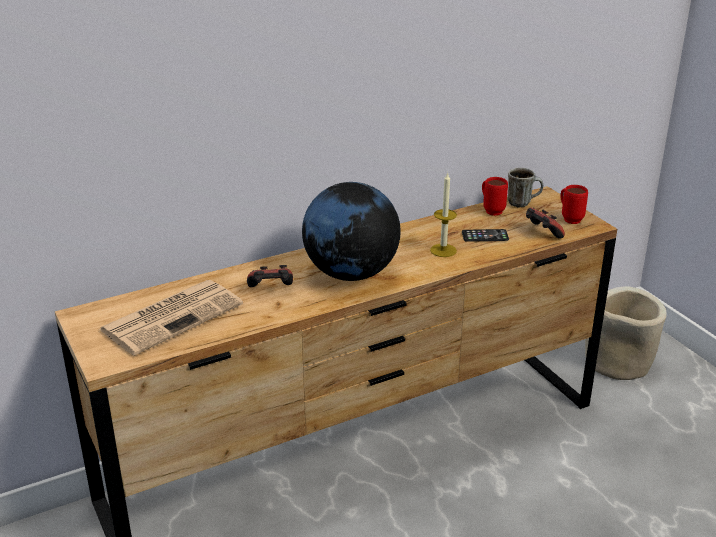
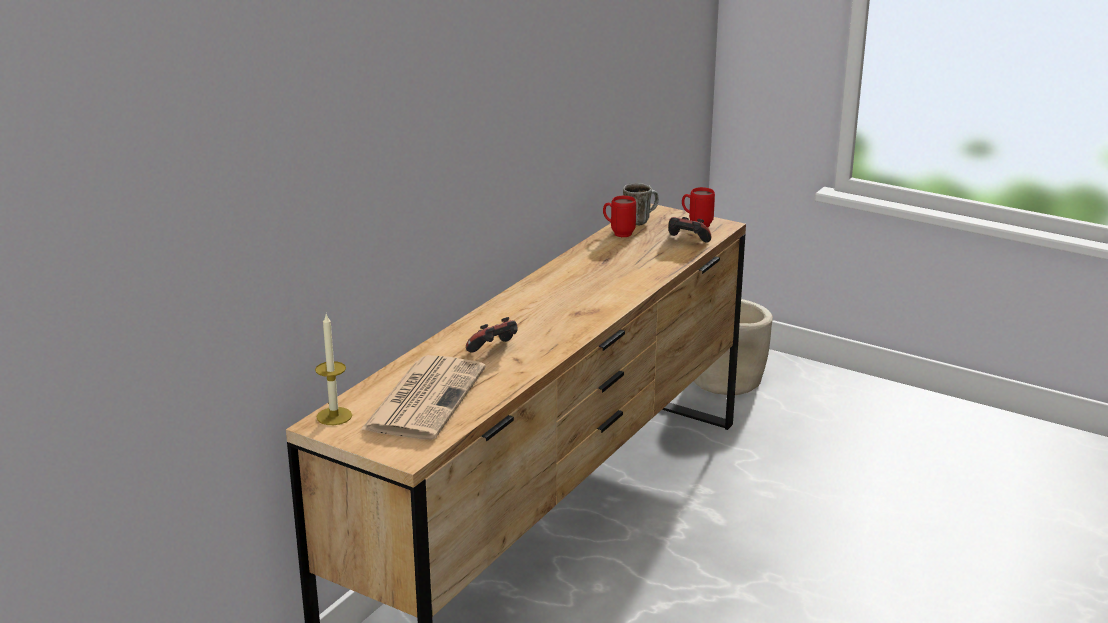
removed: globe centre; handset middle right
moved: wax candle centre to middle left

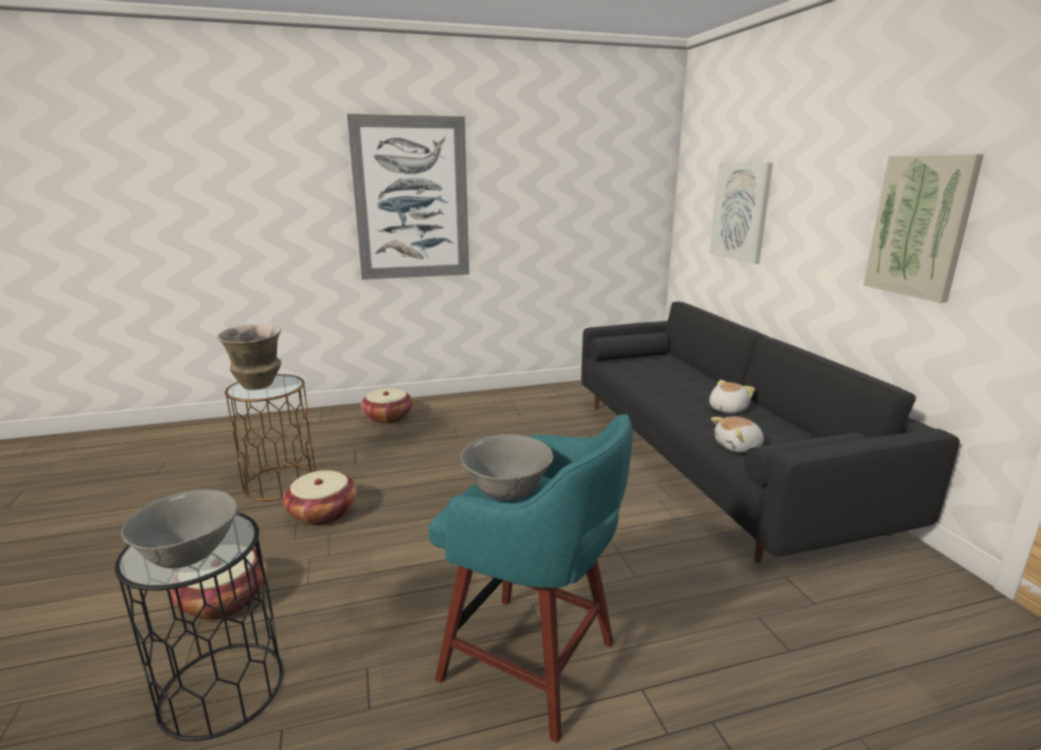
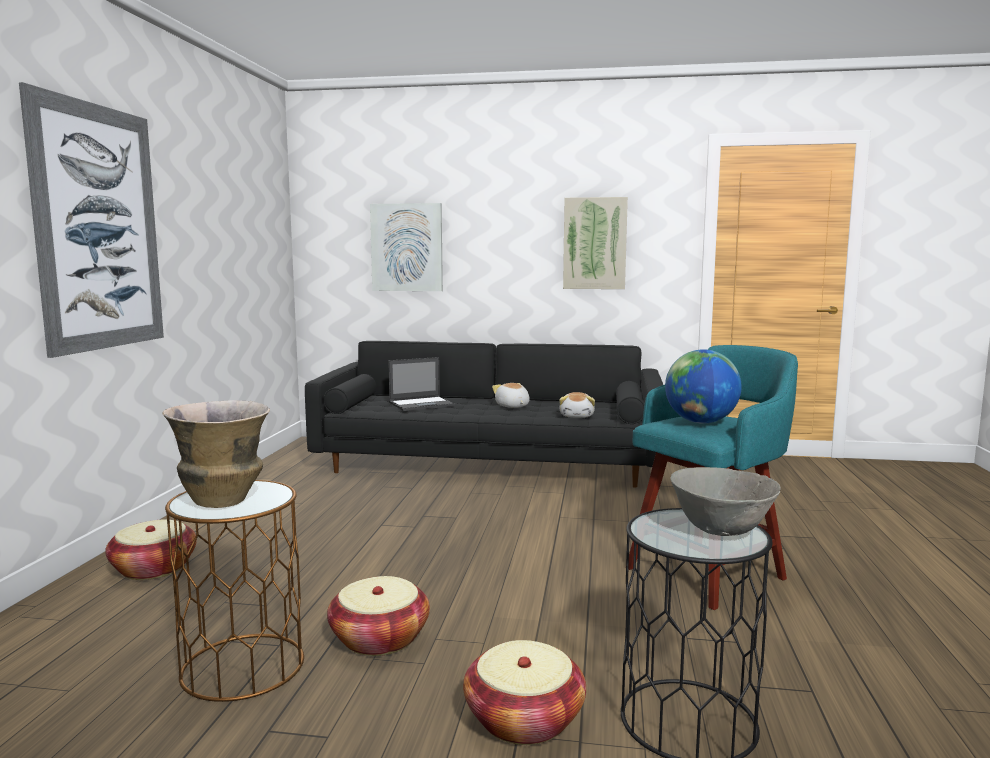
added: portable computer centre
replaced: deep dish/grey (2nd from left) centre to globe middle right

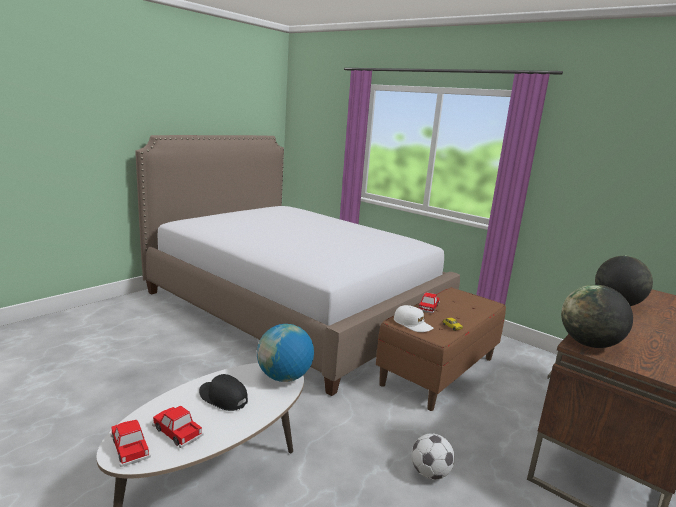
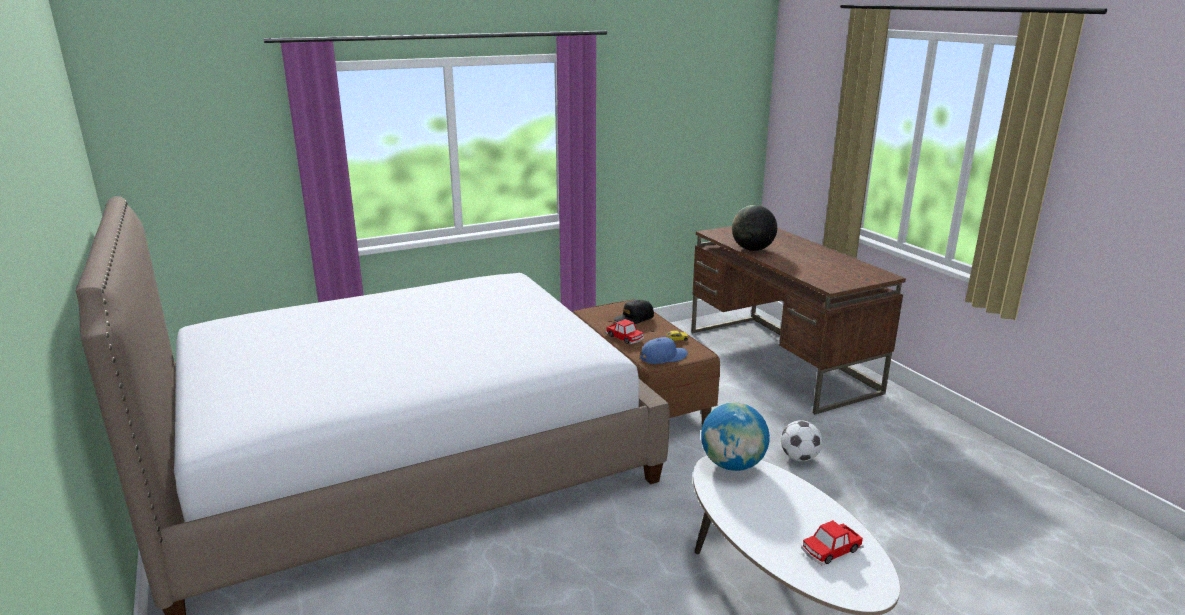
removed: globe (2nd from left) middle right; toy car (1st from left) bottom left
moved: baseball cap/black-coloured bottom left to centre
recoloured: baseball cap/white-coloured centre to baseball cap/blue centre

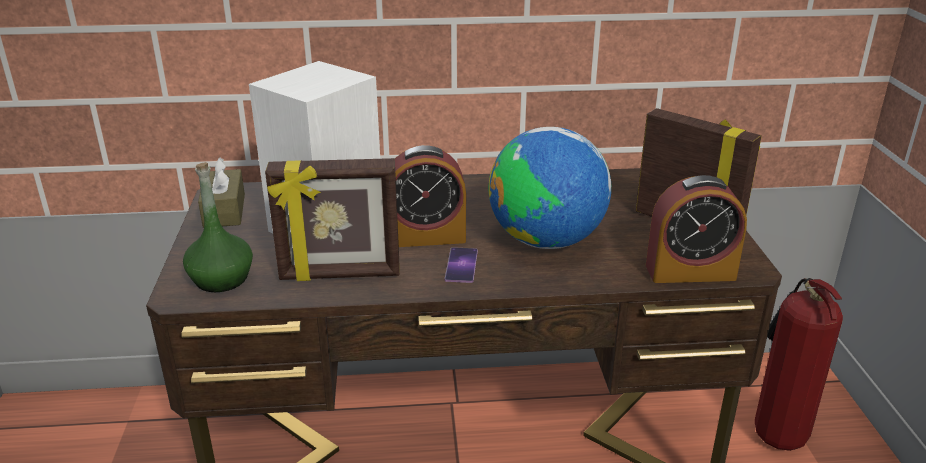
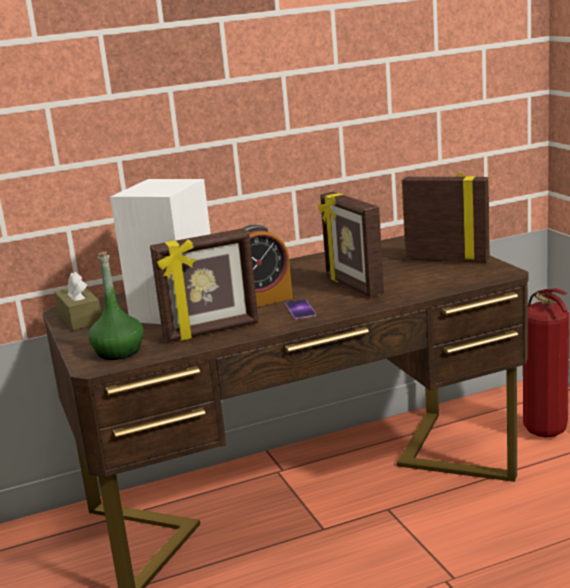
removed: bedside clock (2nd from left) middle right
replaced: globe centre to picture frame (2nd from left) centre

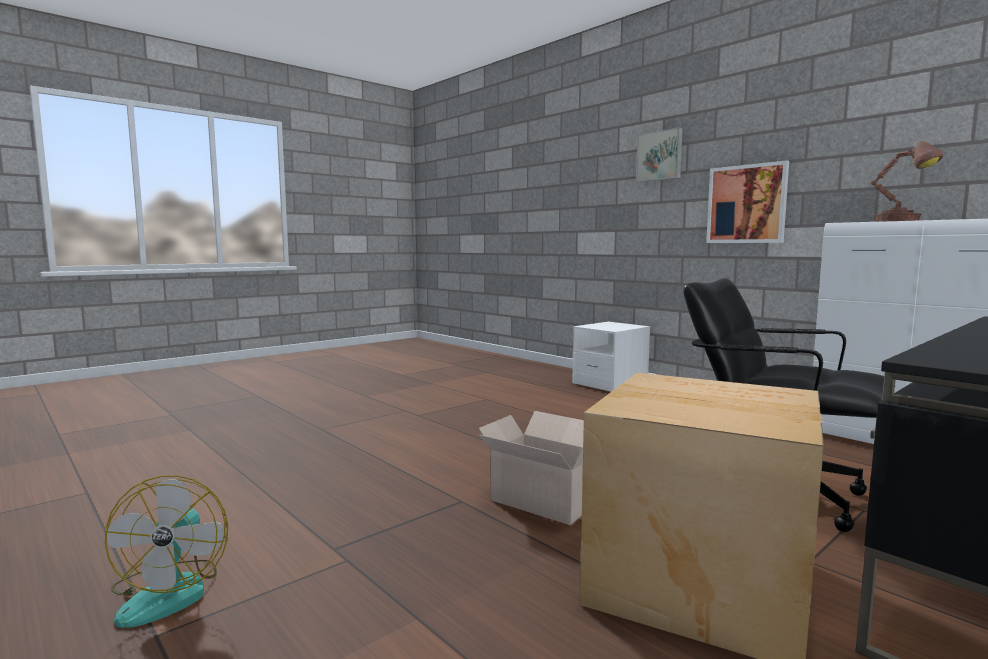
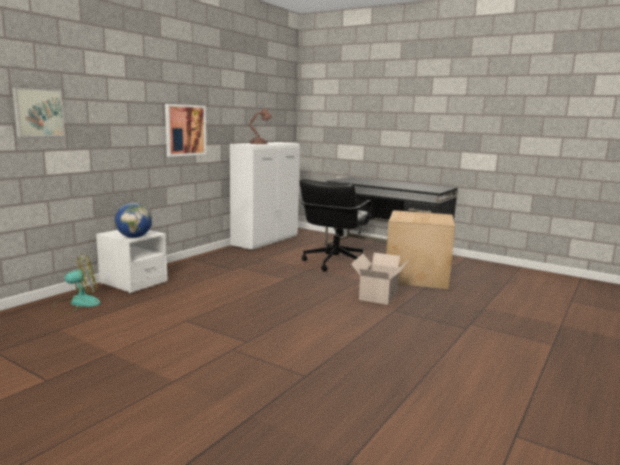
added: globe middle left
moved: wall picture (1st from left) top right to top left; fan bottom left to middle left

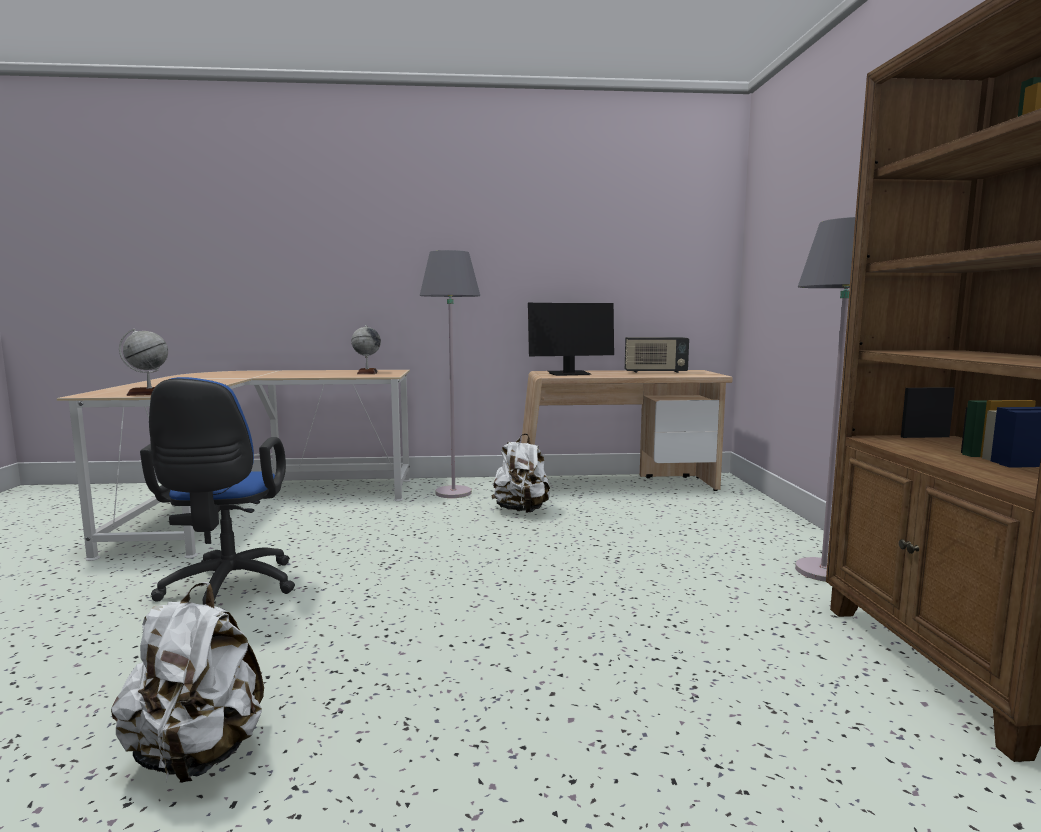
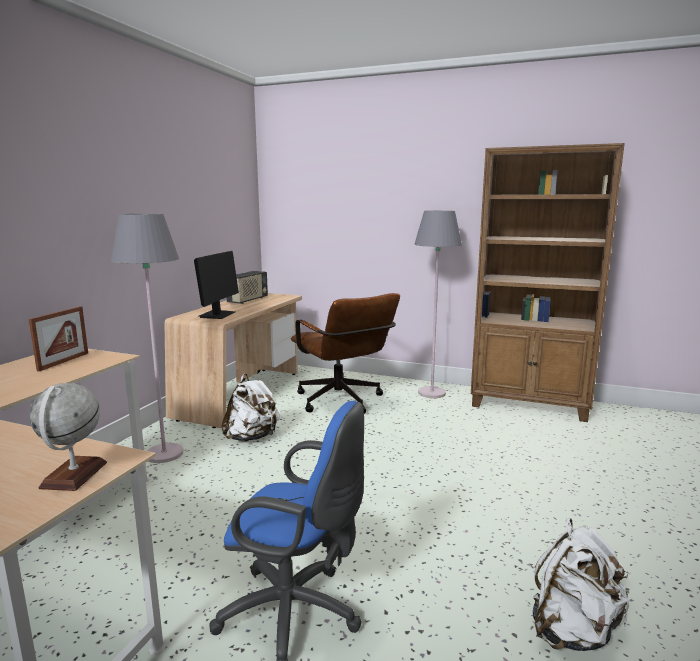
added: desk chair/brown centre
replaced: globe (2nd from left) centre to picture frame middle left

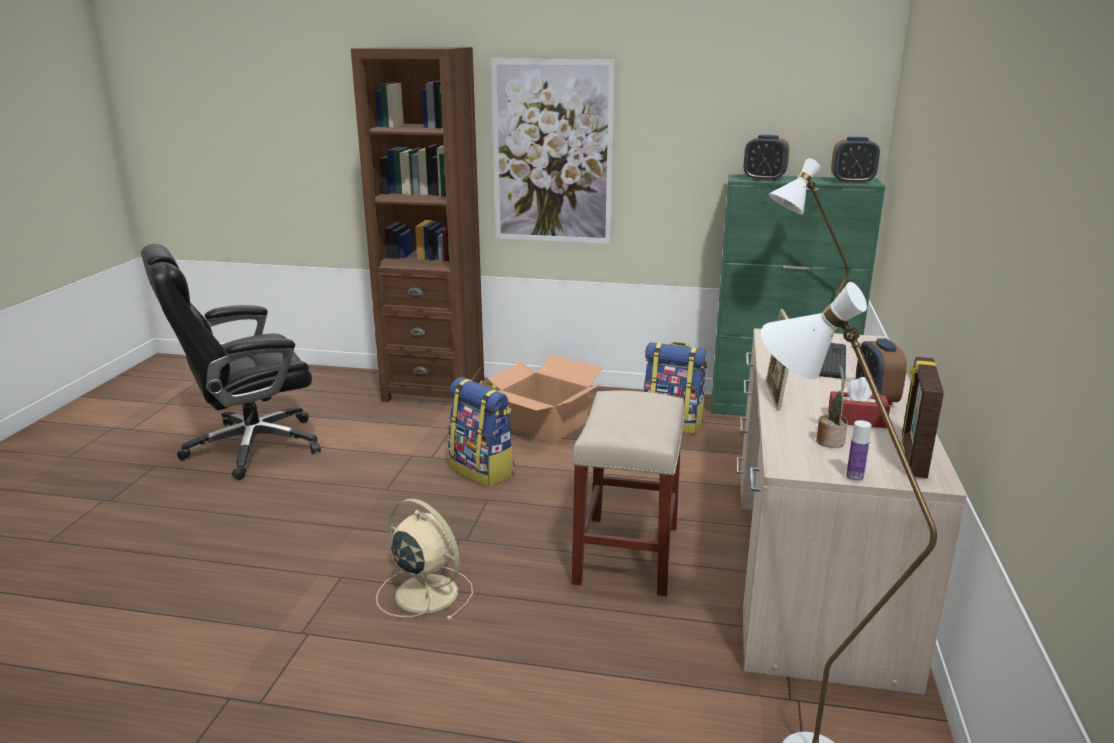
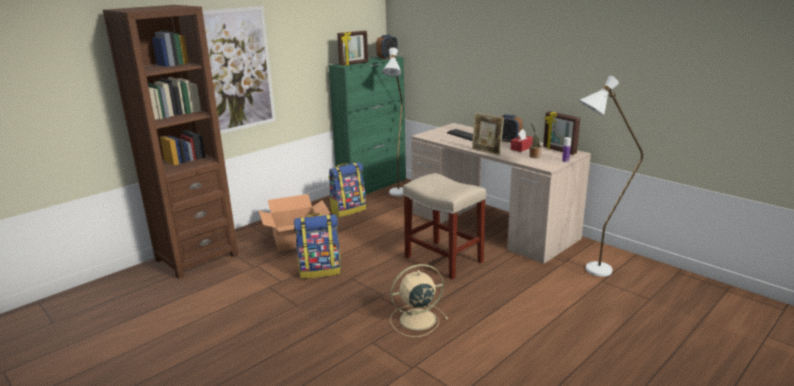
removed: desk chair/black-coloured middle left
replaced: bedside clock (1st from left) top right to picture frame (1st from left) top centre

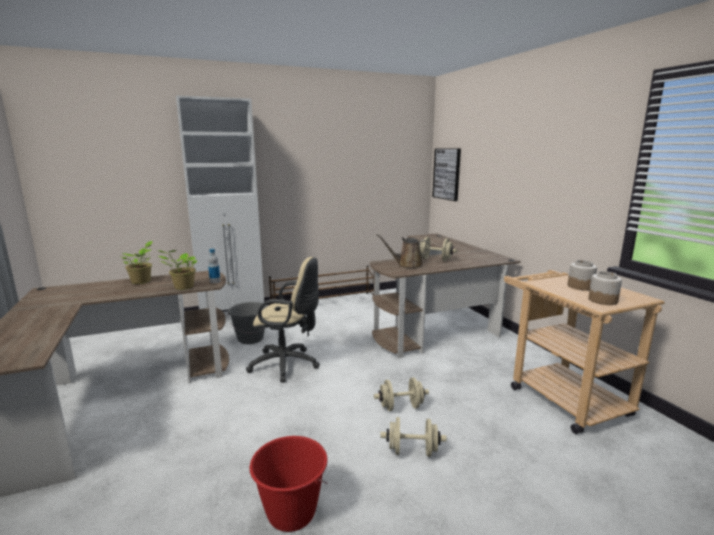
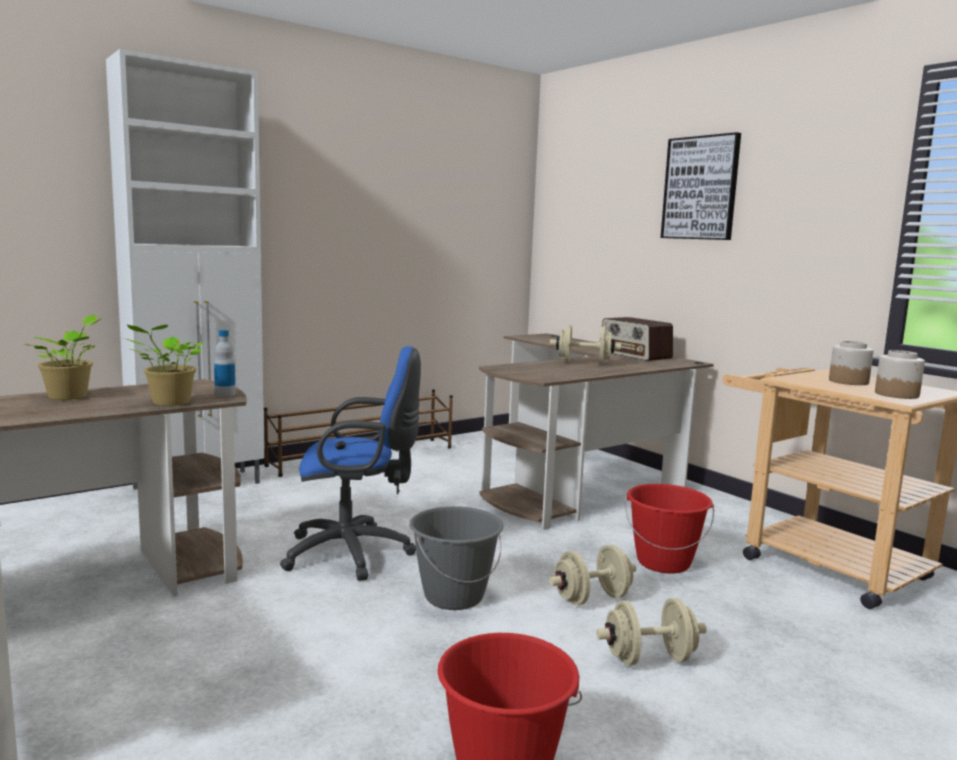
removed: watering pot/brown centre
added: radio receiver centre; water bucket/reddish (2nd from left) bottom right
moved: wall picture top centre to top right; water bucket/grey centre to bottom centre
recoloured: desk chair/beige centre to desk chair/blue centre

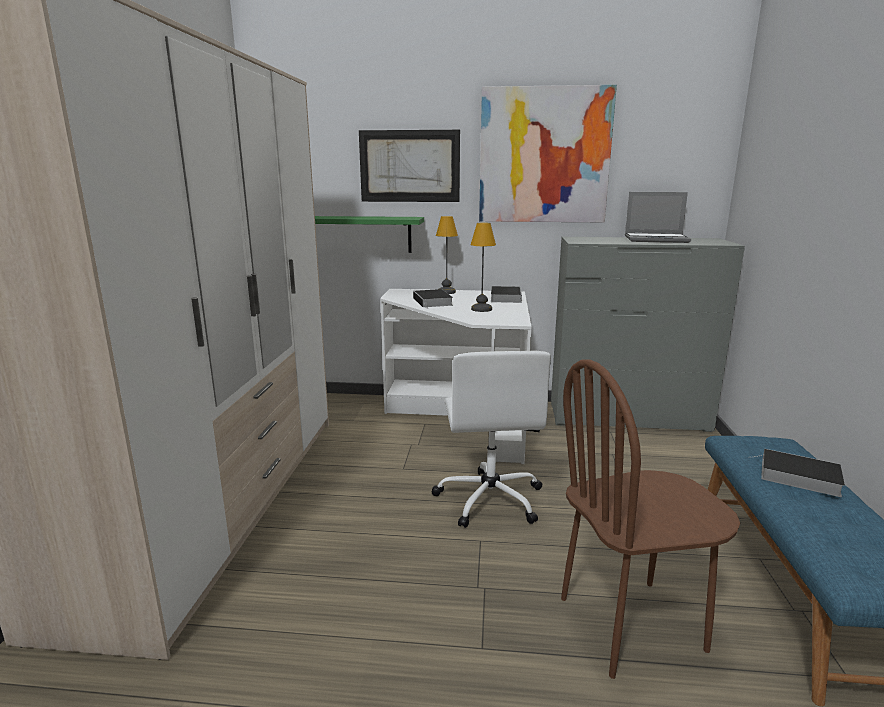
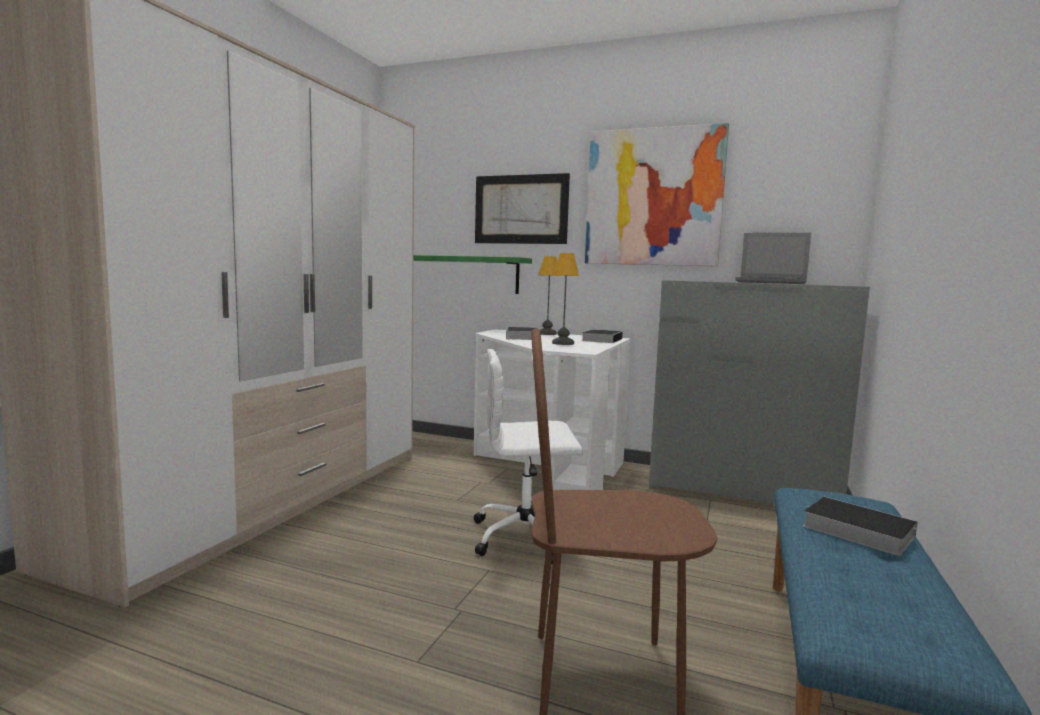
turned: desk chair/white-coloured centre = centre 75 degrees clockwise

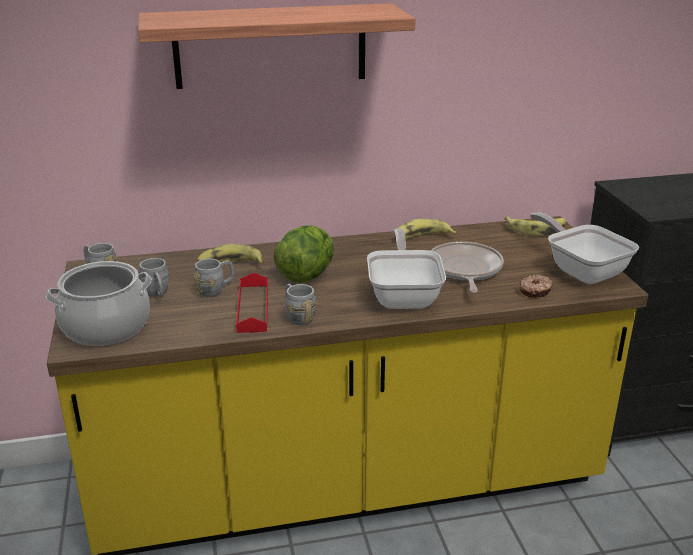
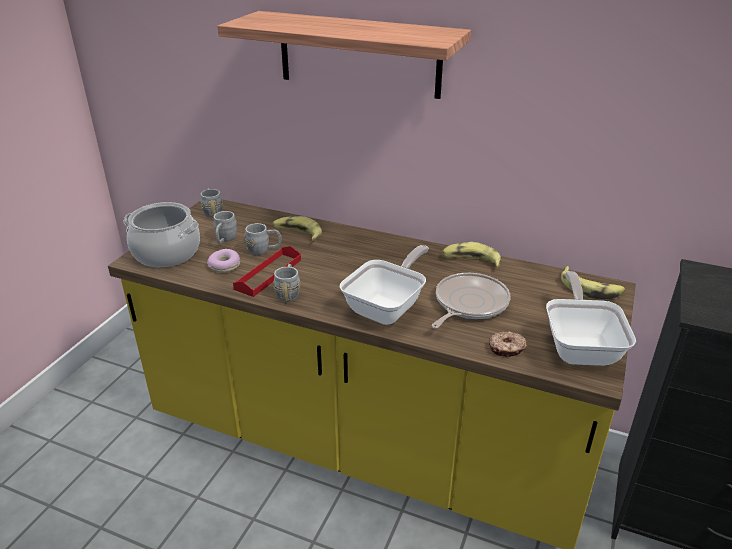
removed: head of lettuce centre
added: doughnut (1st from left) middle left

